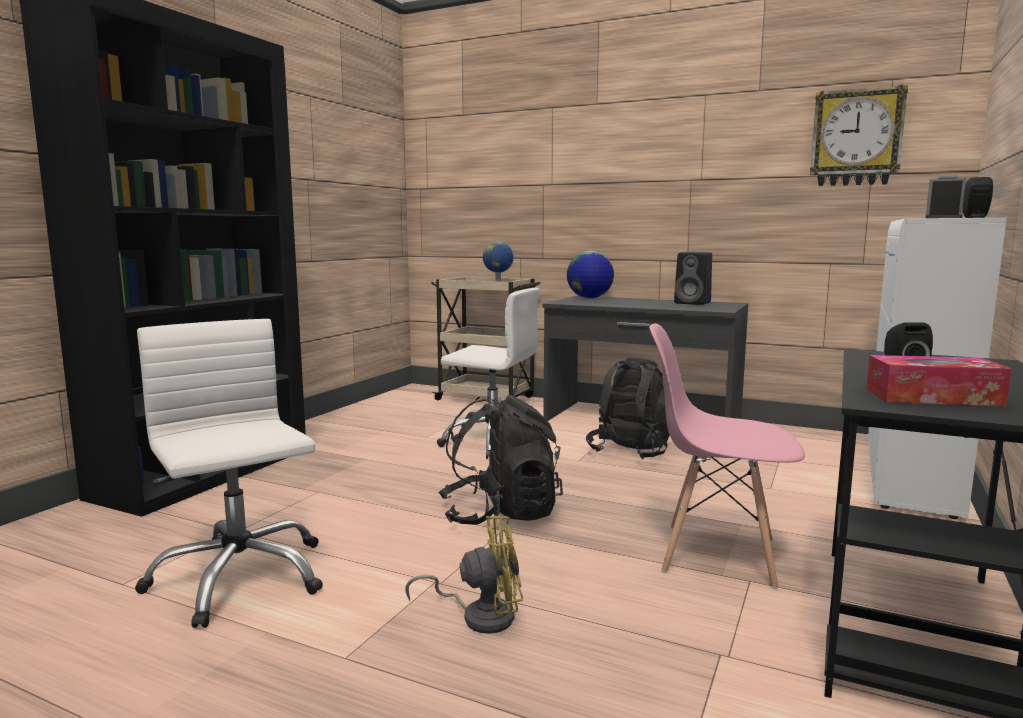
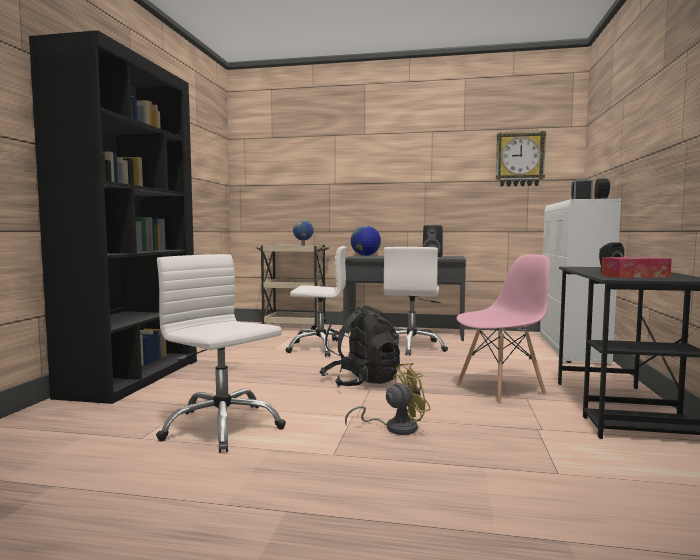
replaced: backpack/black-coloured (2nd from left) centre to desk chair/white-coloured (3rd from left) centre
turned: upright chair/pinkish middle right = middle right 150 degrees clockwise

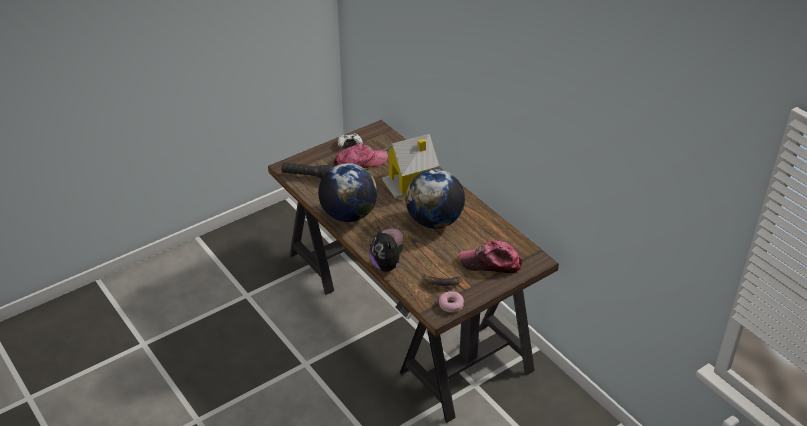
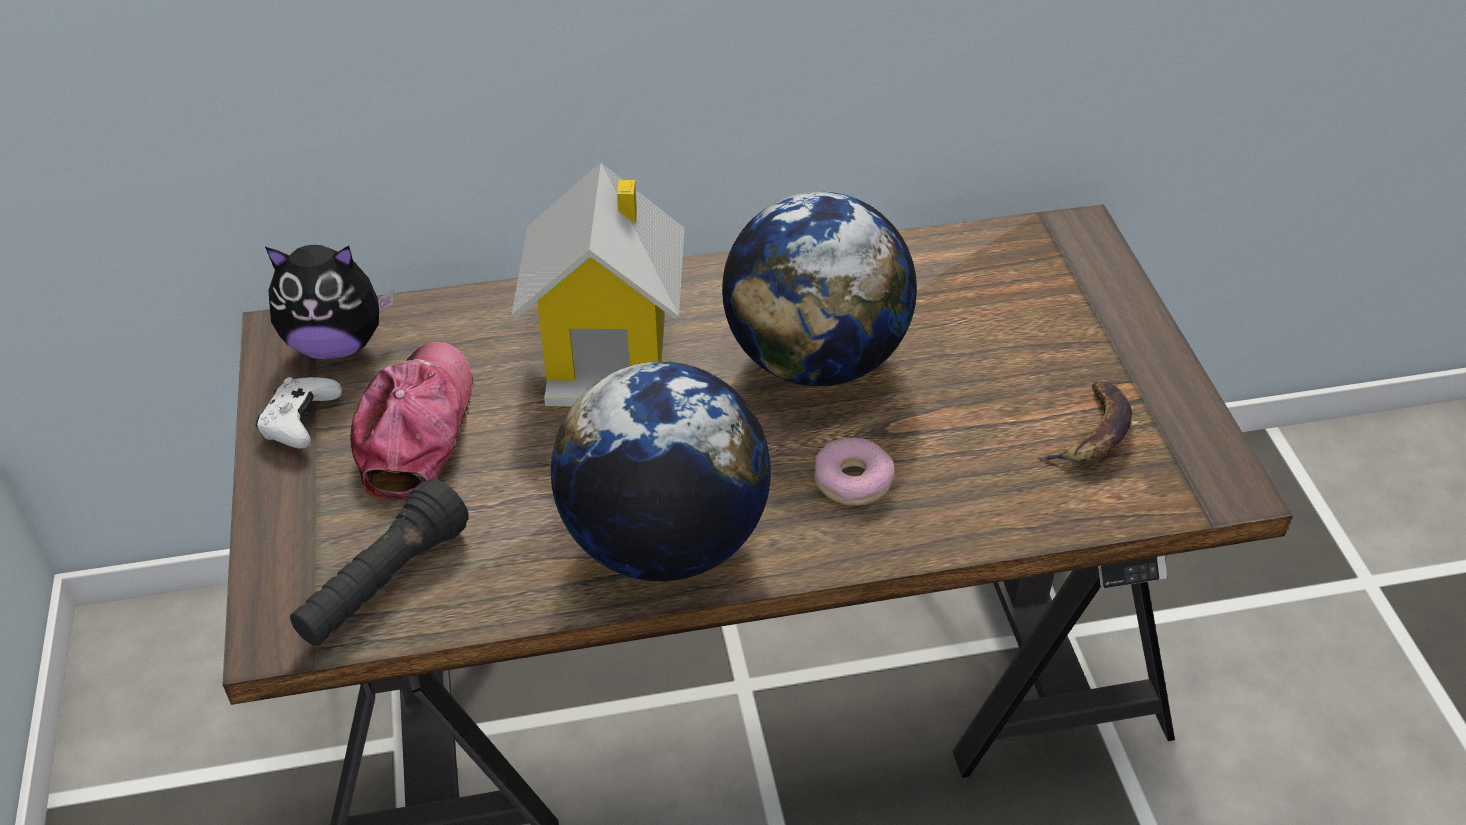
removed: baseball cap (2nd from left) centre; doughnut (2nd from left) bottom centre
moved: cuddly toy centre to middle left

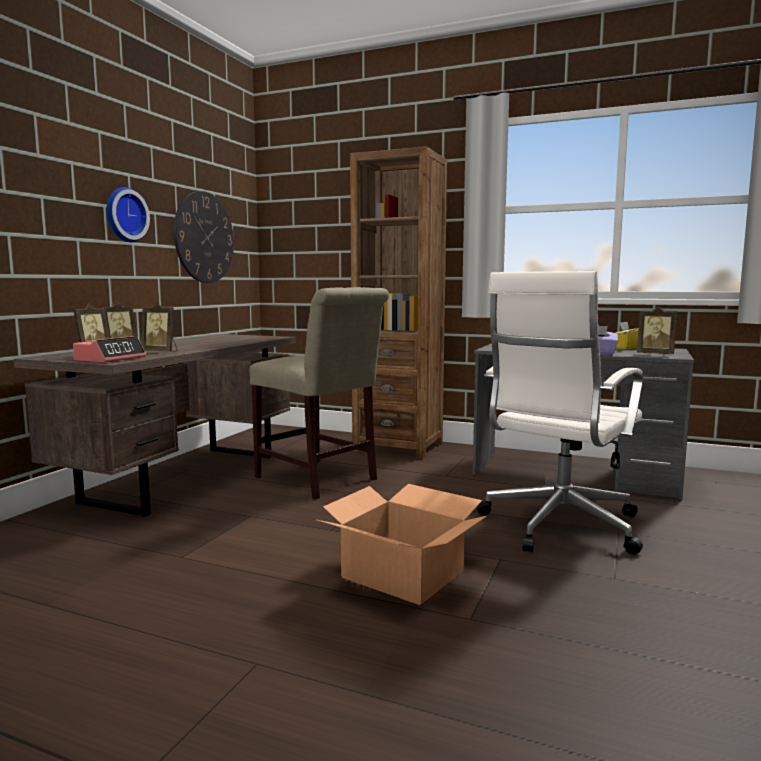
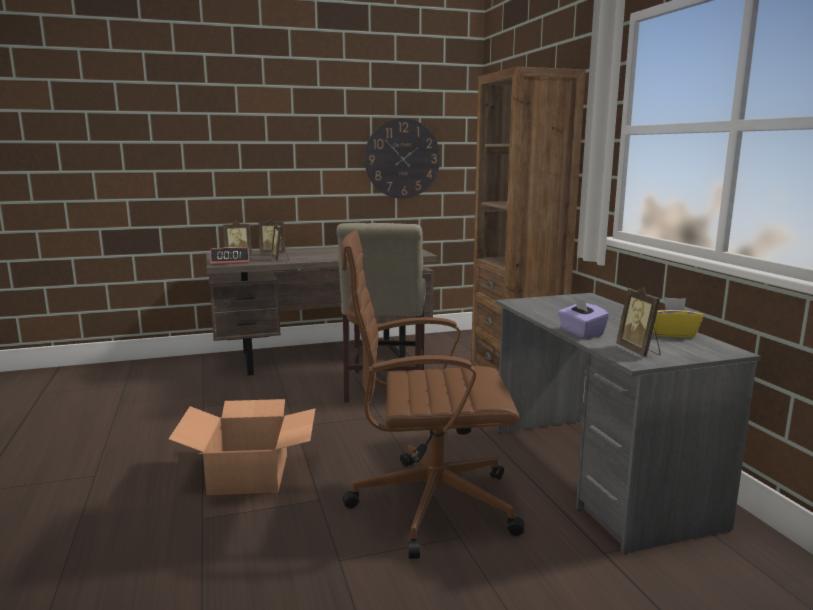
removed: clock on the wall (1st from left) top left
recoloured: desk chair/white-coloured middle right to desk chair/brown centre

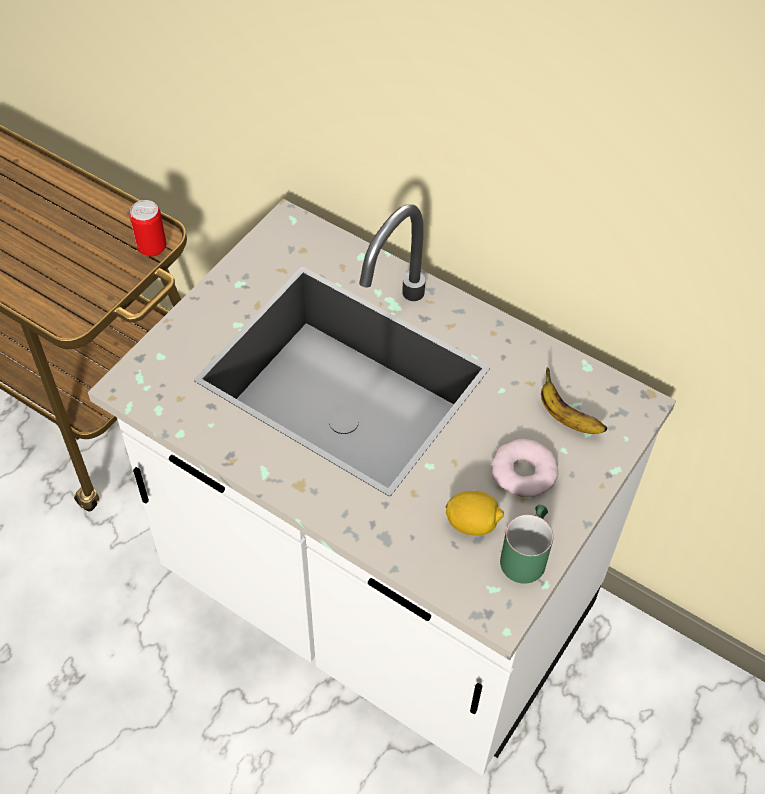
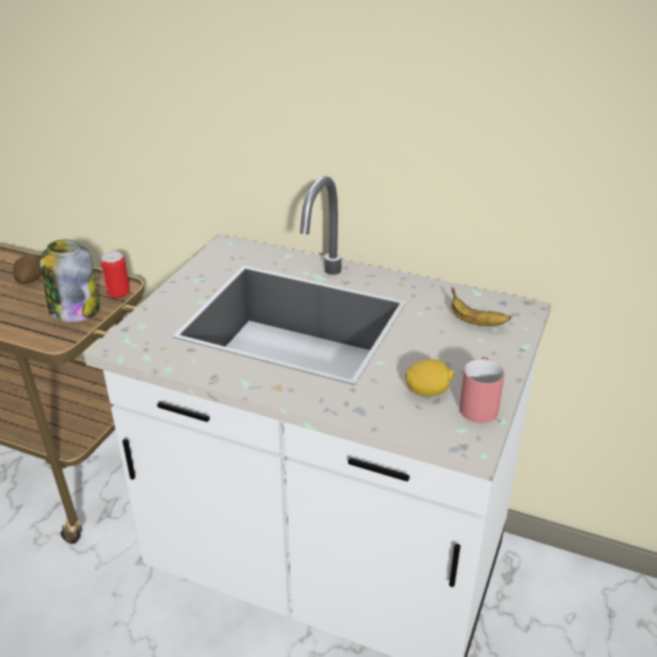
removed: doughnut middle right
added: storage jar middle left; whole potato middle left
recoloured: tea mug/green bottom right to tea mug/reddish middle right

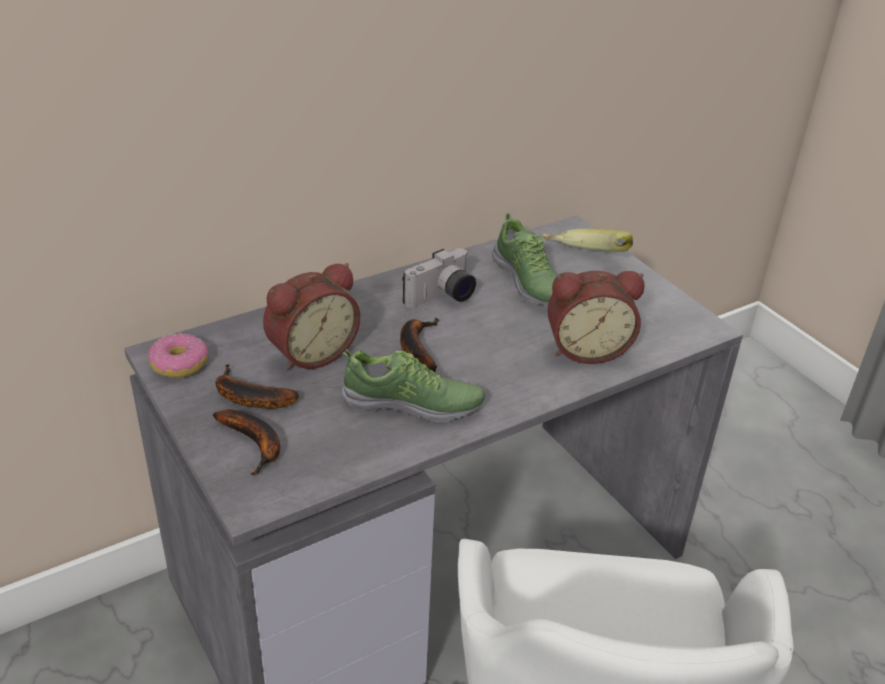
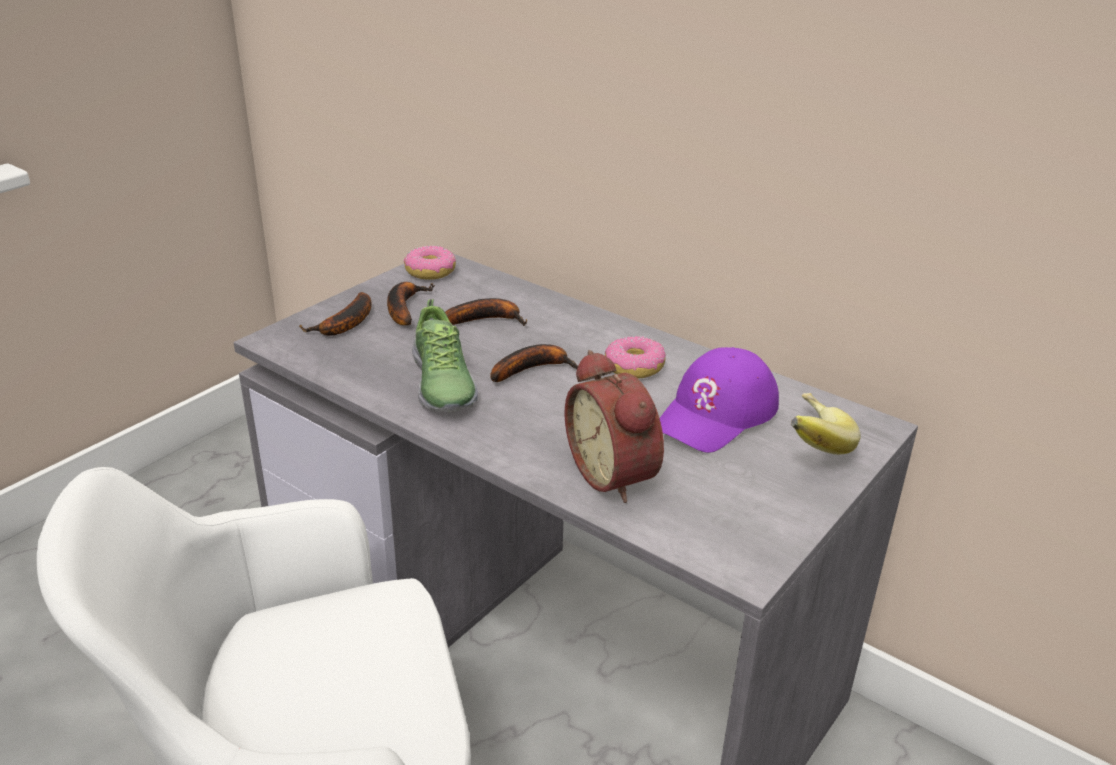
replaced: shoe (2nd from left) centre to baseball cap/purple-coloured centre; photo camera centre to doughnut (2nd from left) centre; bedside clock (1st from left) centre to banana (3rd from left) centre

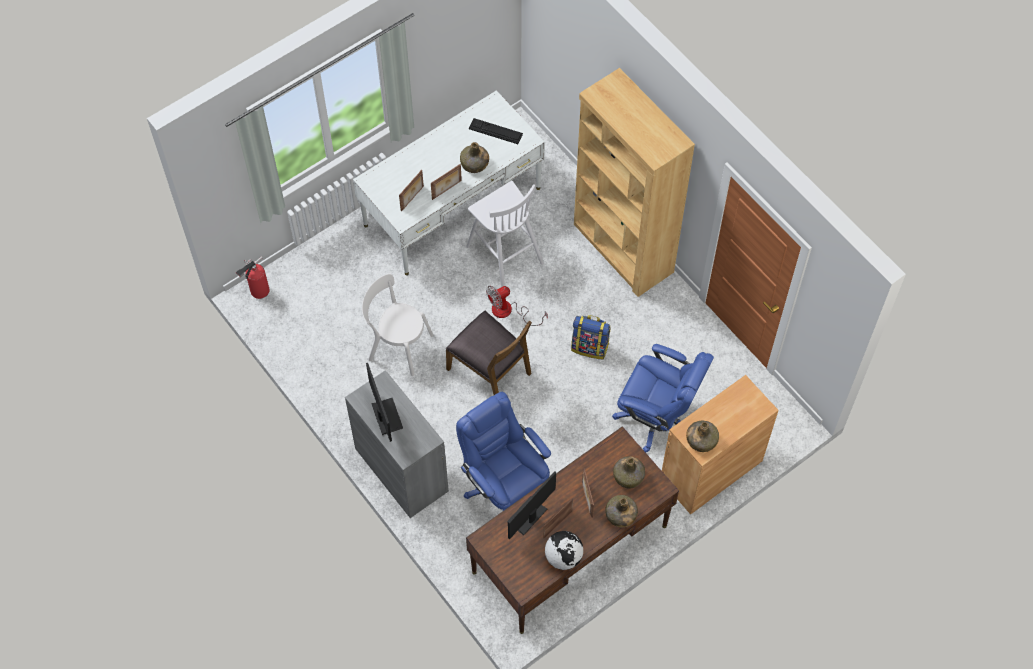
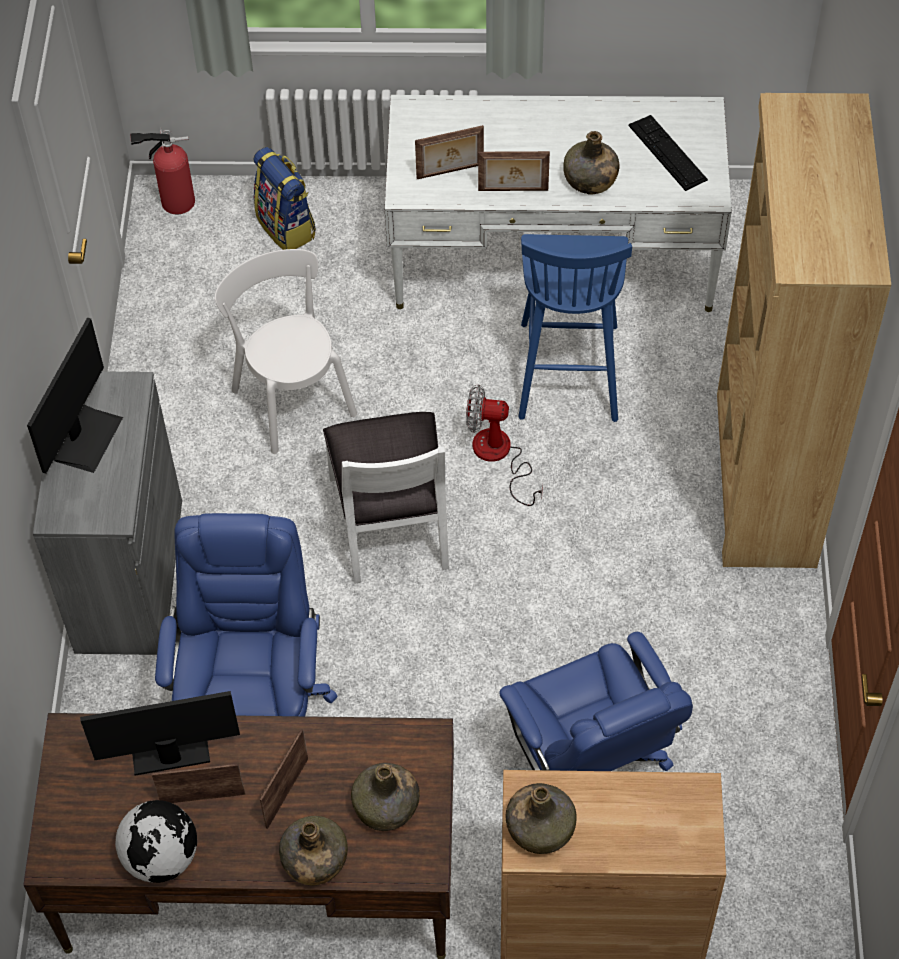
moved: backpack centre to top left
recoloured: stool seat/white-coloured centre to stool seat/blue centre; upright chair/brown centre to upright chair/white-coloured (2nd from left) centre

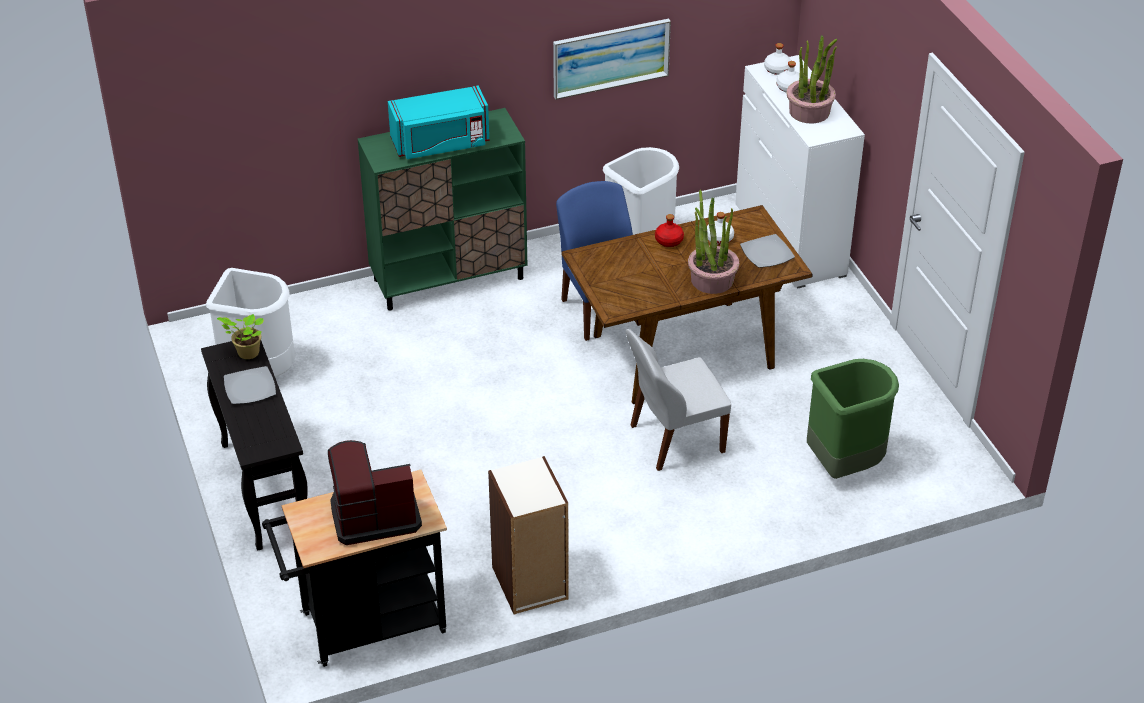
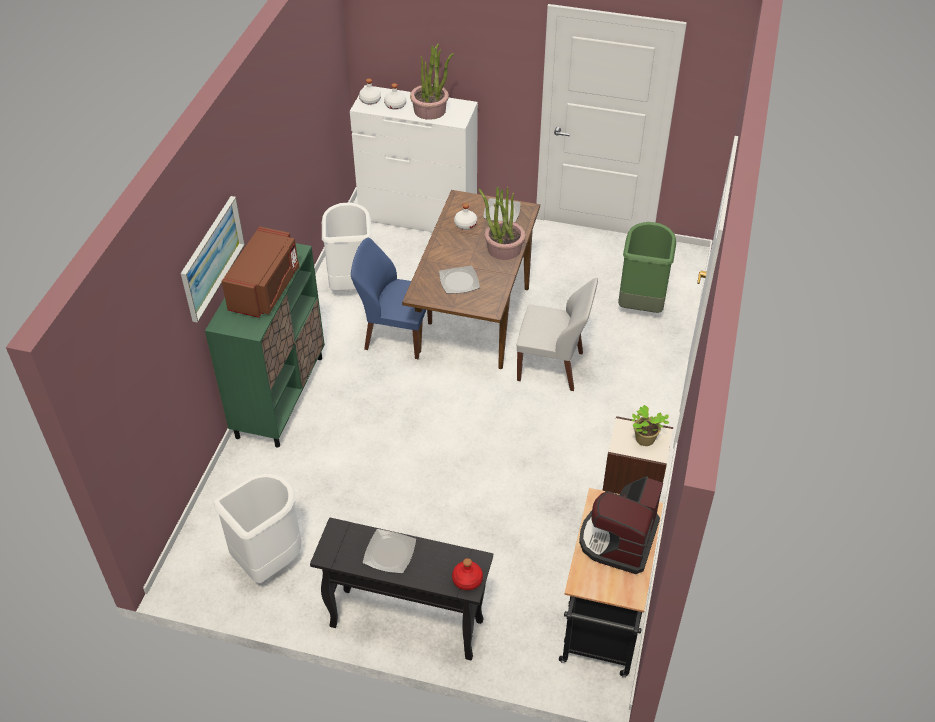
added: dinner plate (2nd from left) centre
moved: wall picture top centre to middle left; bottle/reddish top centre to bottom centre; potted plant (1st from left in the first image) middle left to potted plant (3rd from left) middle right
recoloured: microwave/blue-green top centre to microwave/brown middle left
turned: upright chair/white-coloured centre = centre 90 degrees counterclockwise

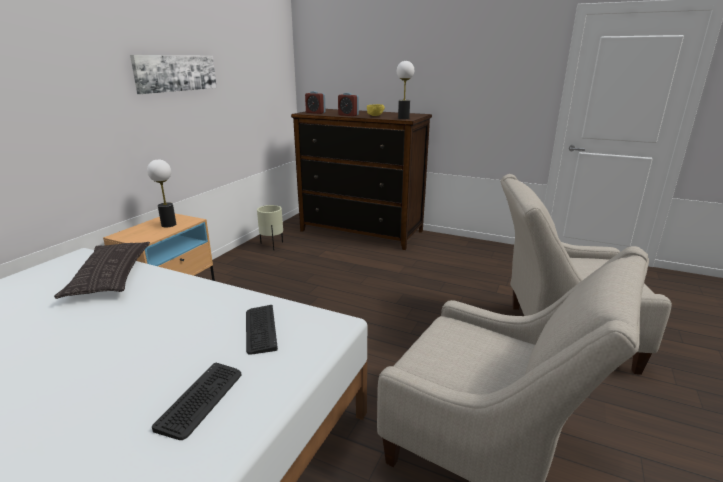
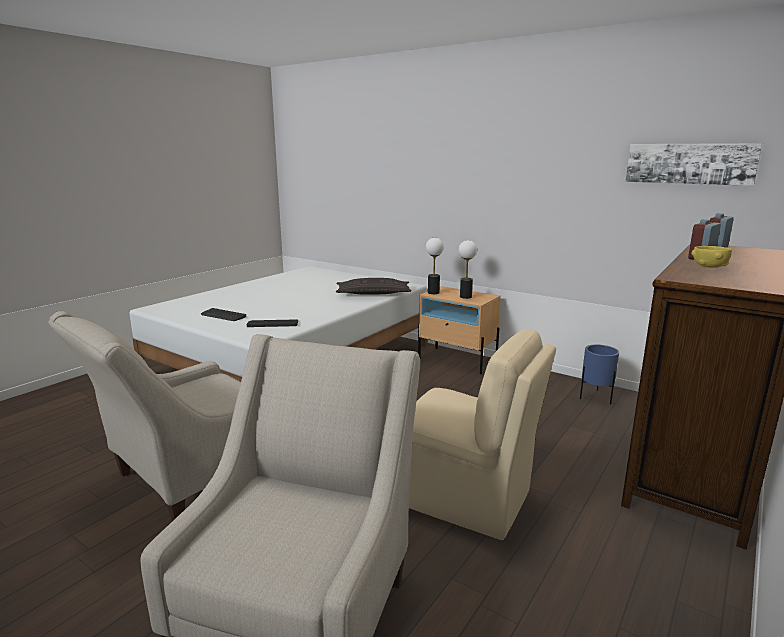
added: upright chair/beige bottom centre
moved: wall picture top left to top right; lamp for a table (2nd from left in the first image) top centre to lamp for a table (1st from left) centre
recoloured: planter/beige centre to planter/blue middle right

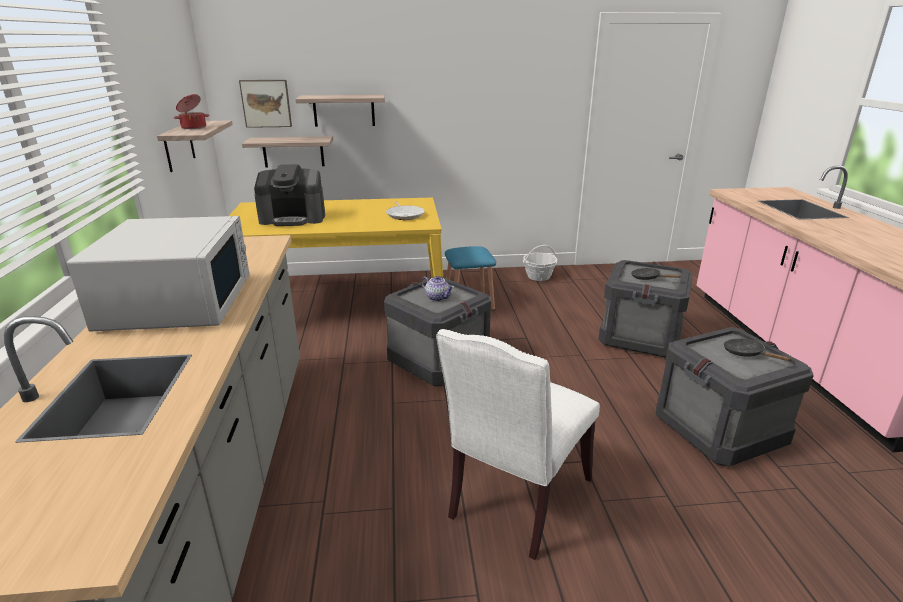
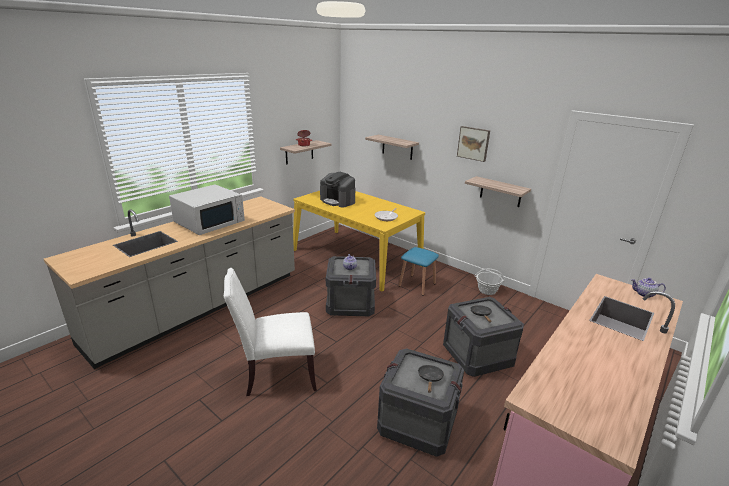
added: teapot (2nd from left) middle right
moved: wall picture top left to top centre; bracket shelf (2nd from left in the first image) top left to bracket shelf (3rd from left) middle right

